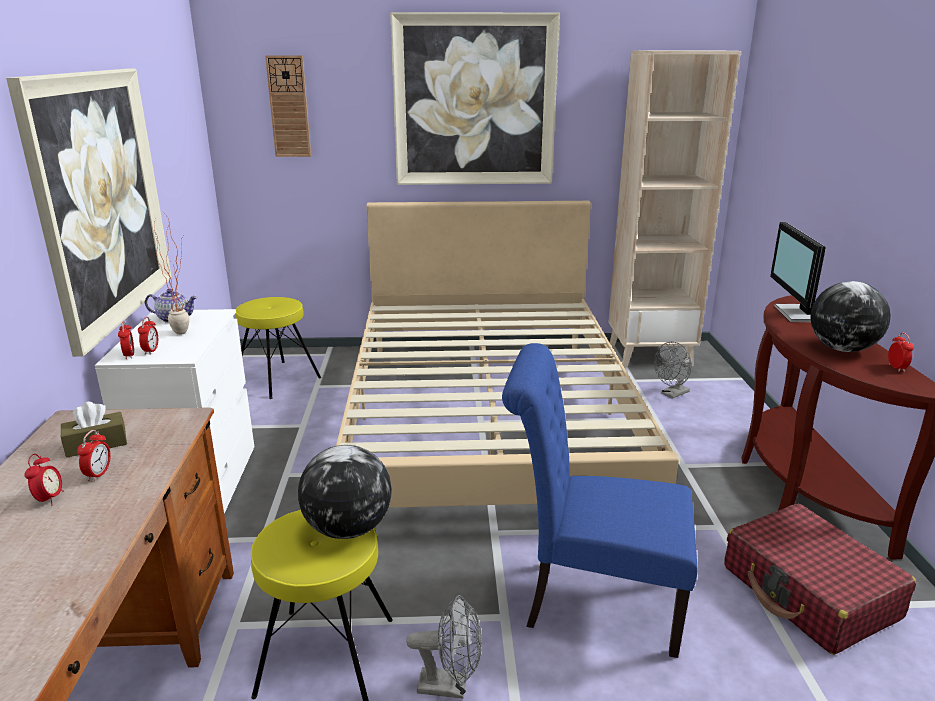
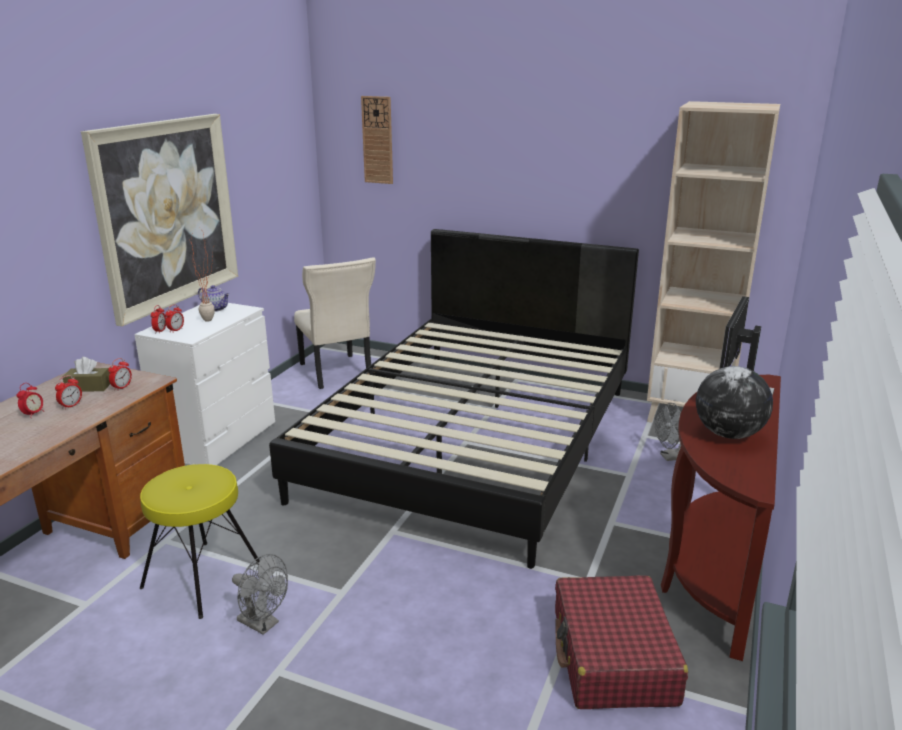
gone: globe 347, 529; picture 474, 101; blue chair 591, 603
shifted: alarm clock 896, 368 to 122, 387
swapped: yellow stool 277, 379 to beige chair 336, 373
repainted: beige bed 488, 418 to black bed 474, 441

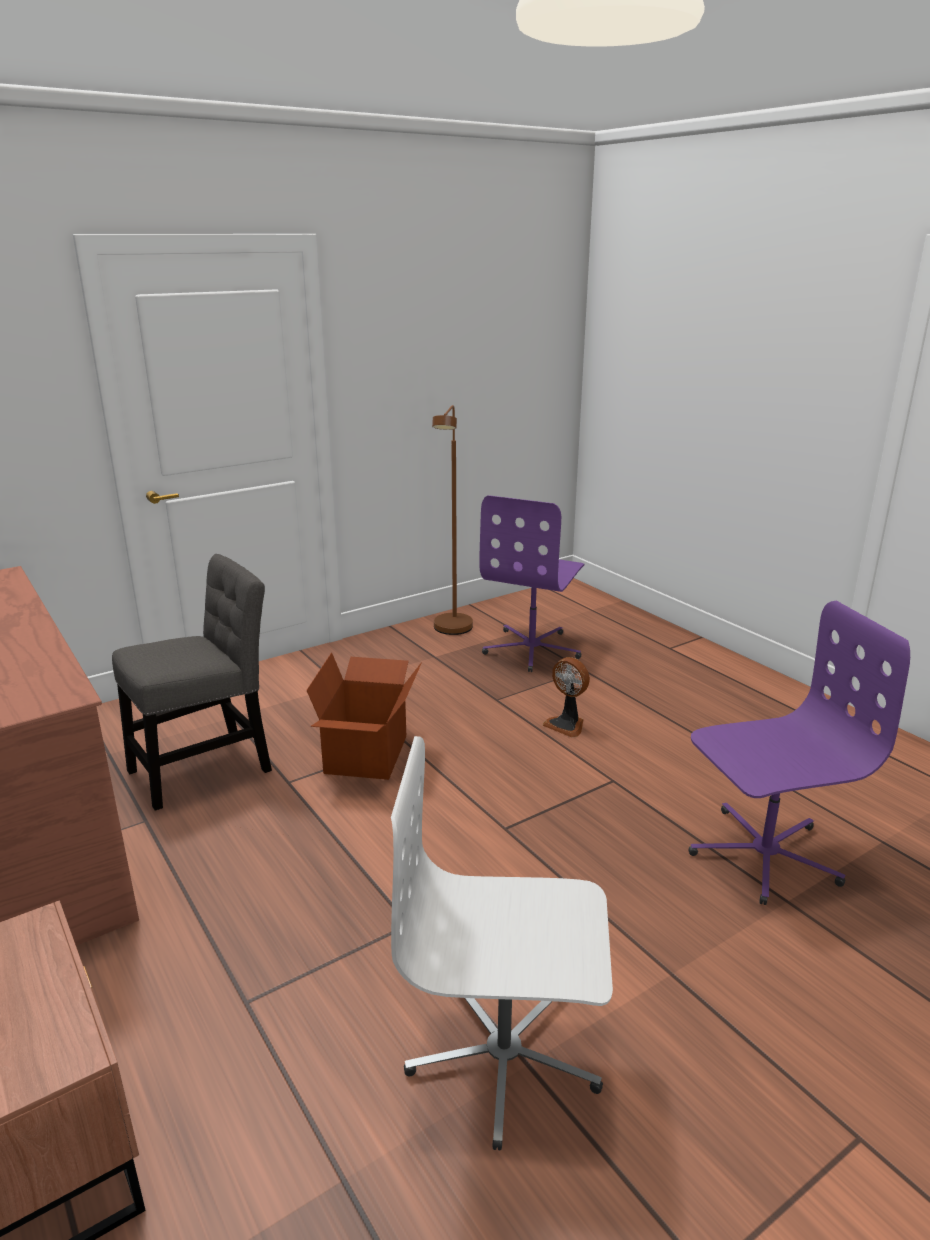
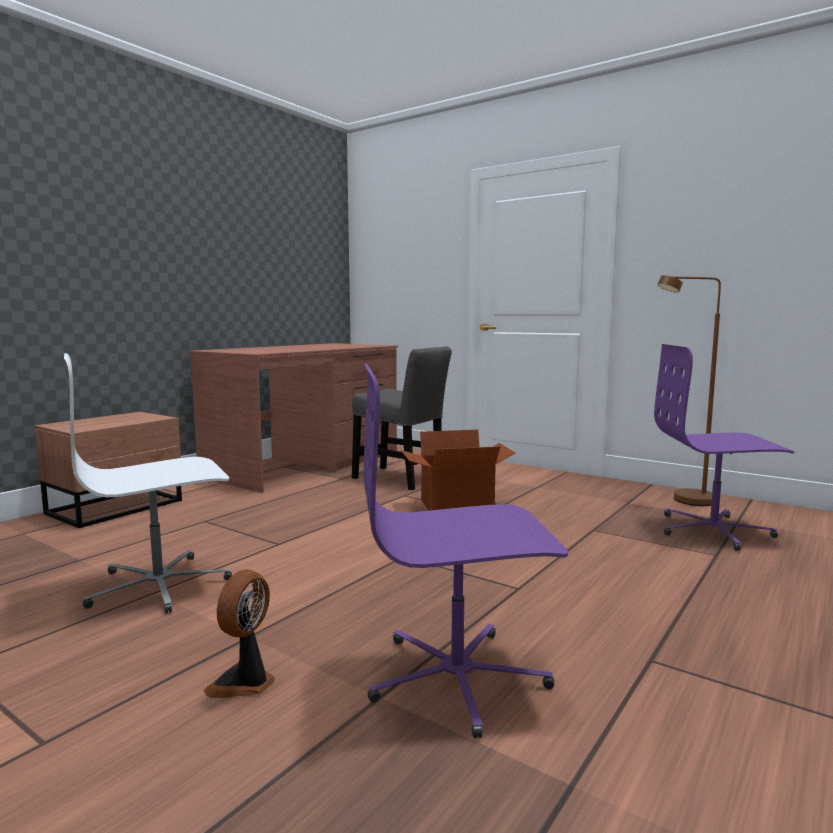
shifted: fan 567, 725 to 244, 682
rotated: white office chair 504, 1057 = 159, 585 105 degrees counterclockwise; purple office chair 763, 854 = 458, 678 120 degrees clockwise

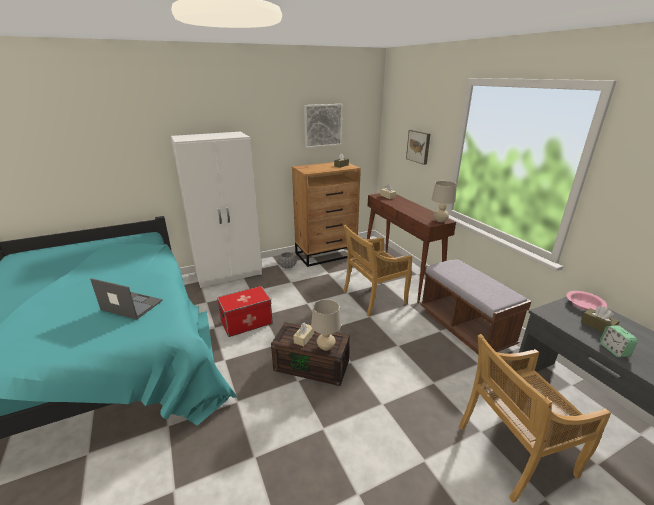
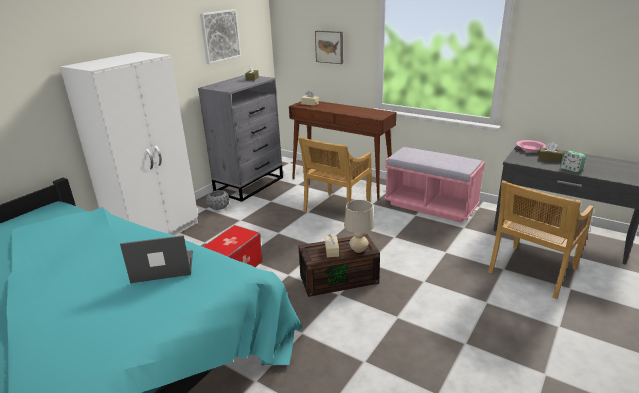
gone: beige table lamp 440, 220
repainted: brown dresser 326, 254 to grey dresser 250, 185; brown bench 464, 327 to pink bench 430, 206

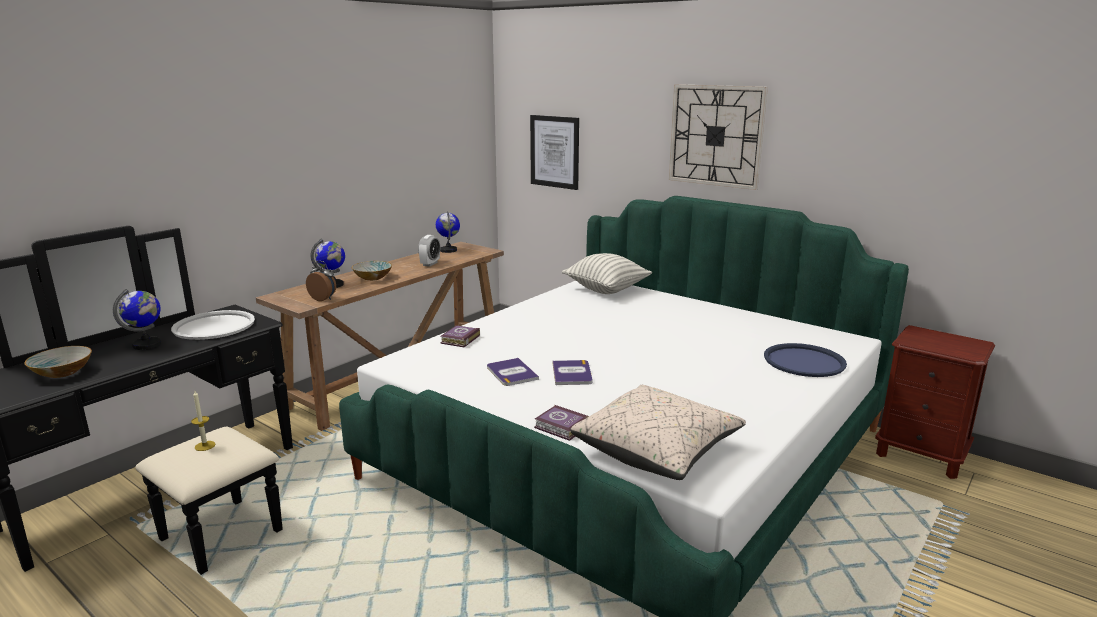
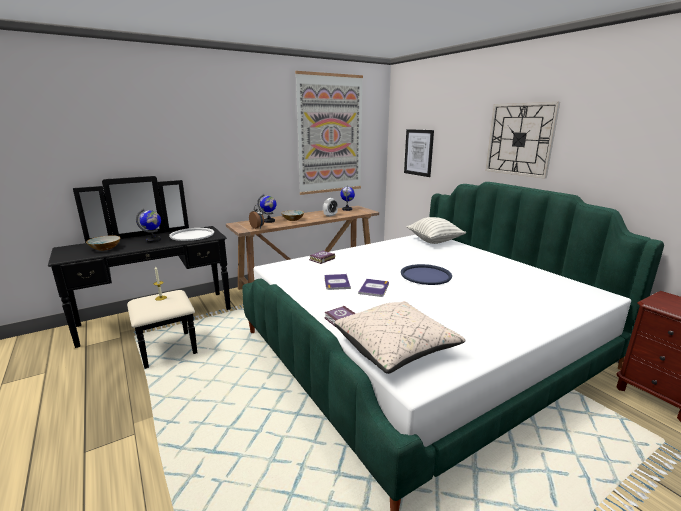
new: picture 330, 135
shifted: blue tray 804, 361 to 426, 275

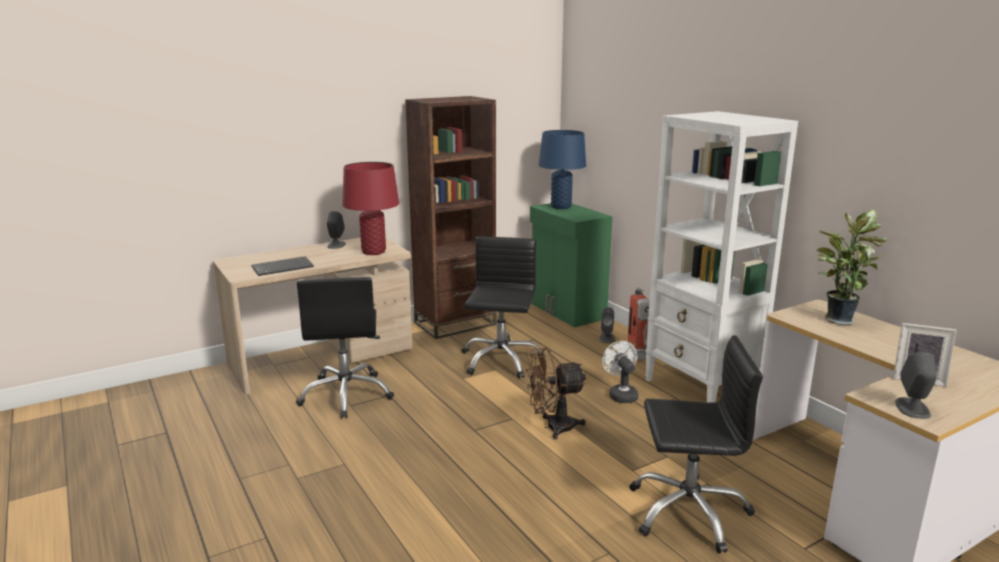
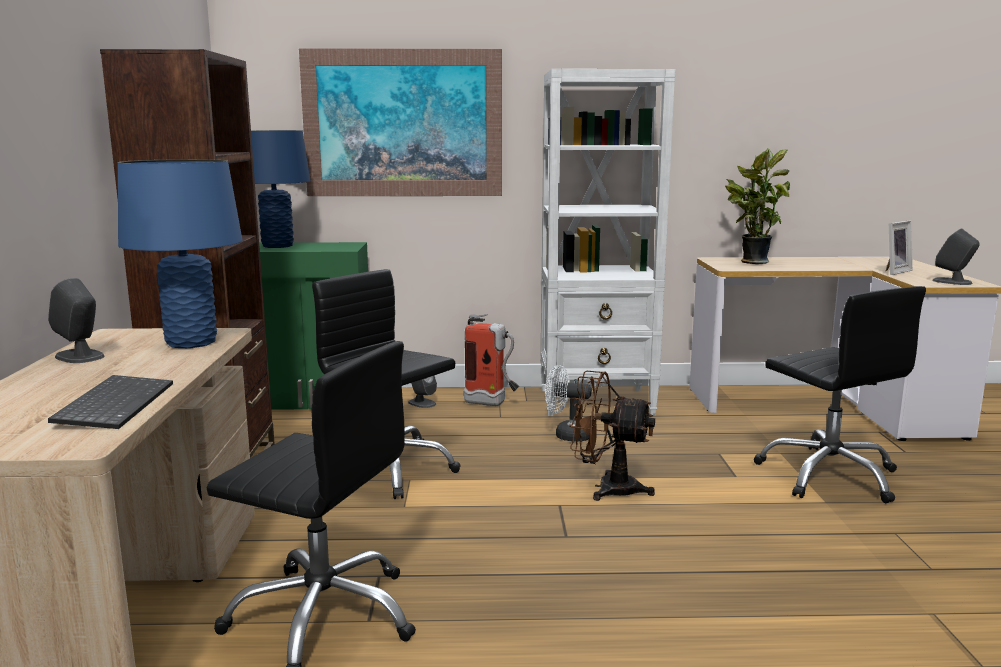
new: picture 403, 124
repainted: red table lamp 373, 252 to blue table lamp 191, 342
rotated: brown fan 553, 427 = 607, 488 90 degrees clockwise; black office chair 688, 511 = 829, 475 120 degrees clockwise

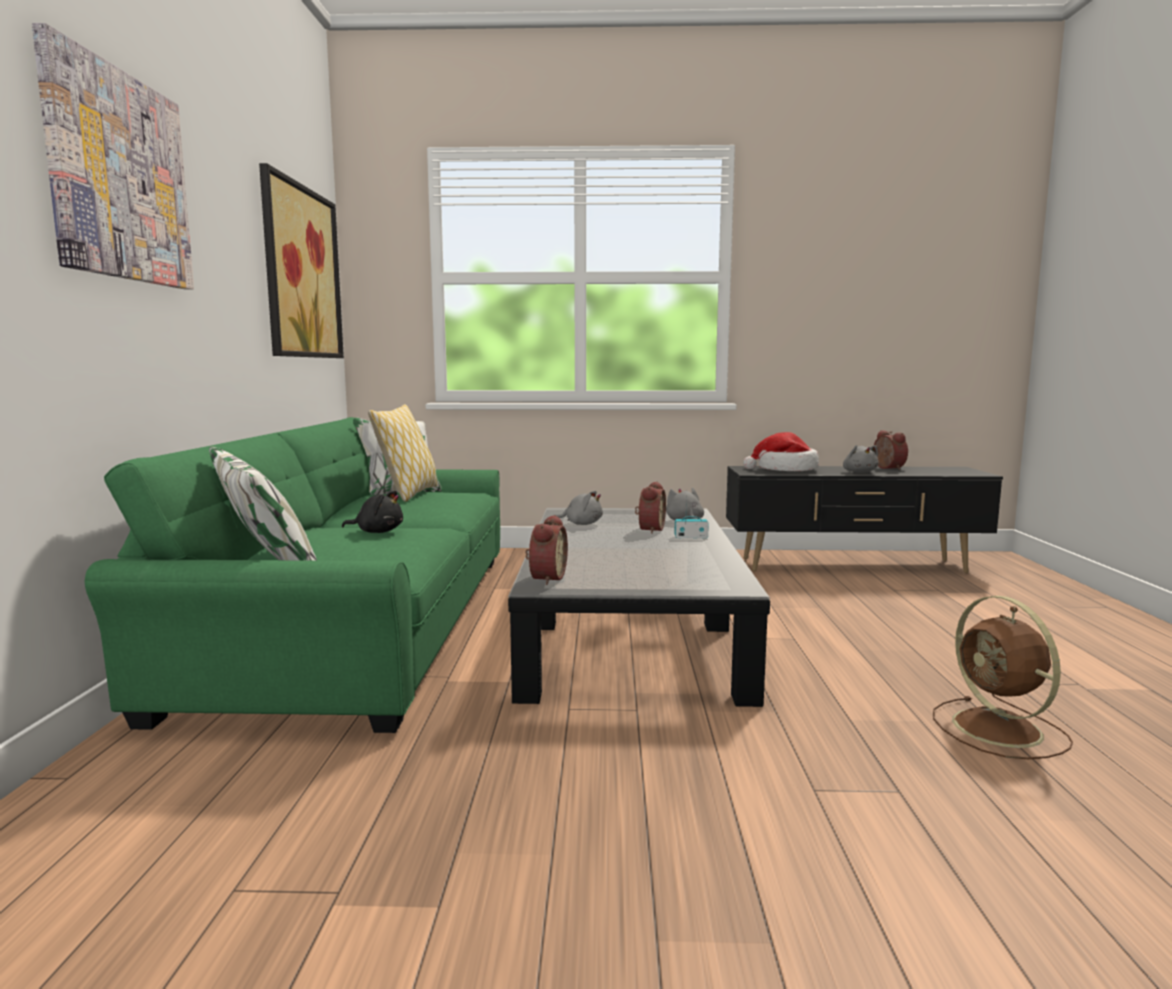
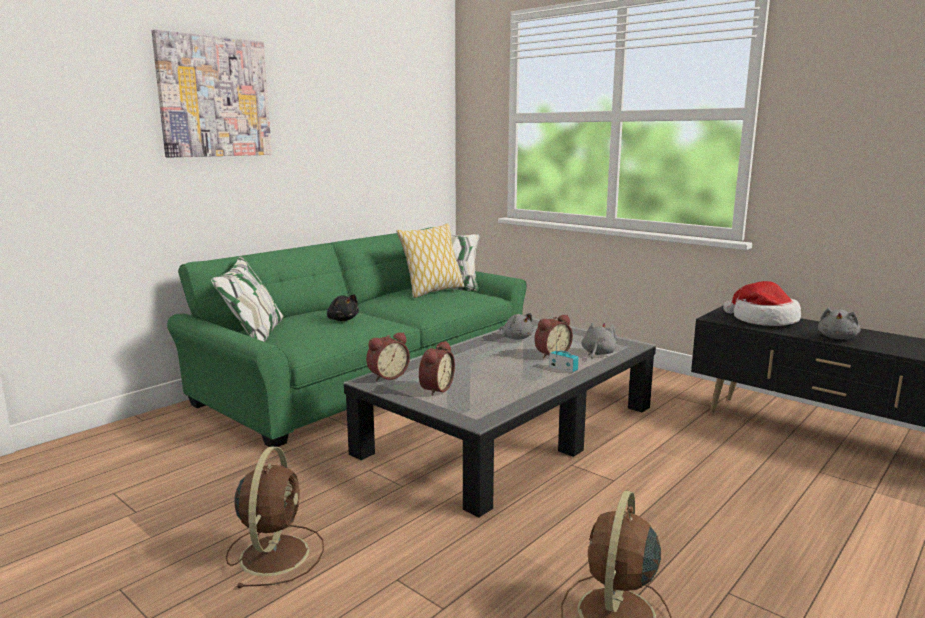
gone: picture 301, 273
new: brown fan 275, 553
shifted: alarm clock 887, 468 to 434, 389

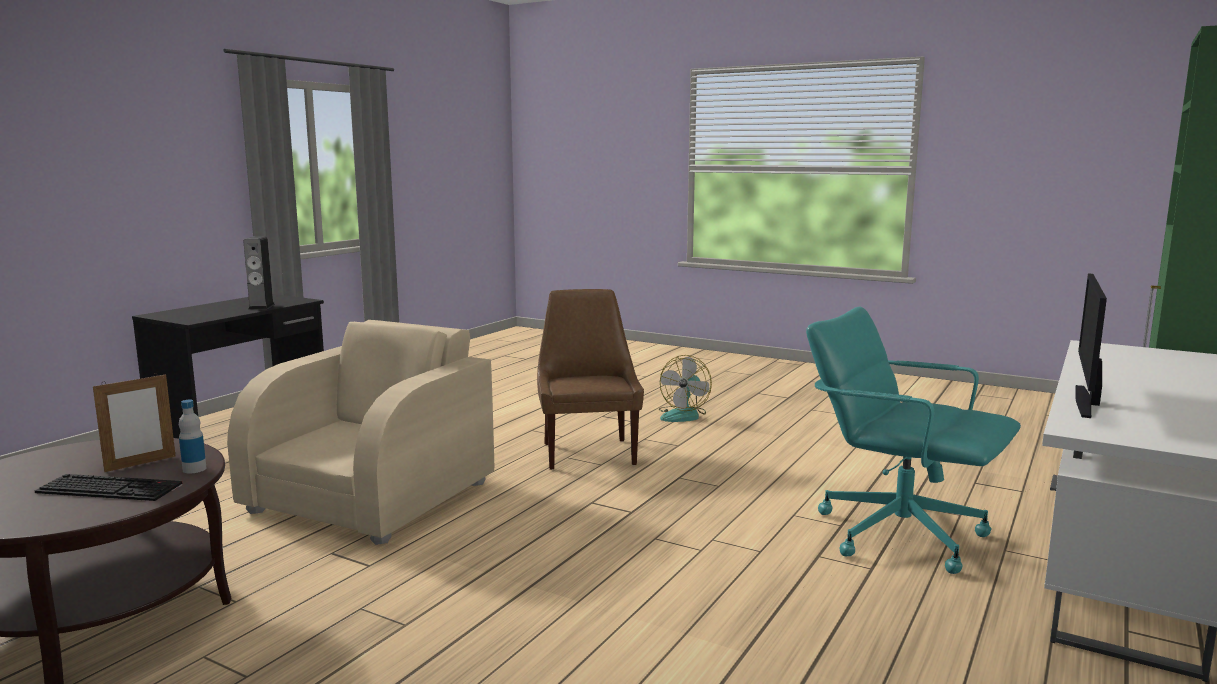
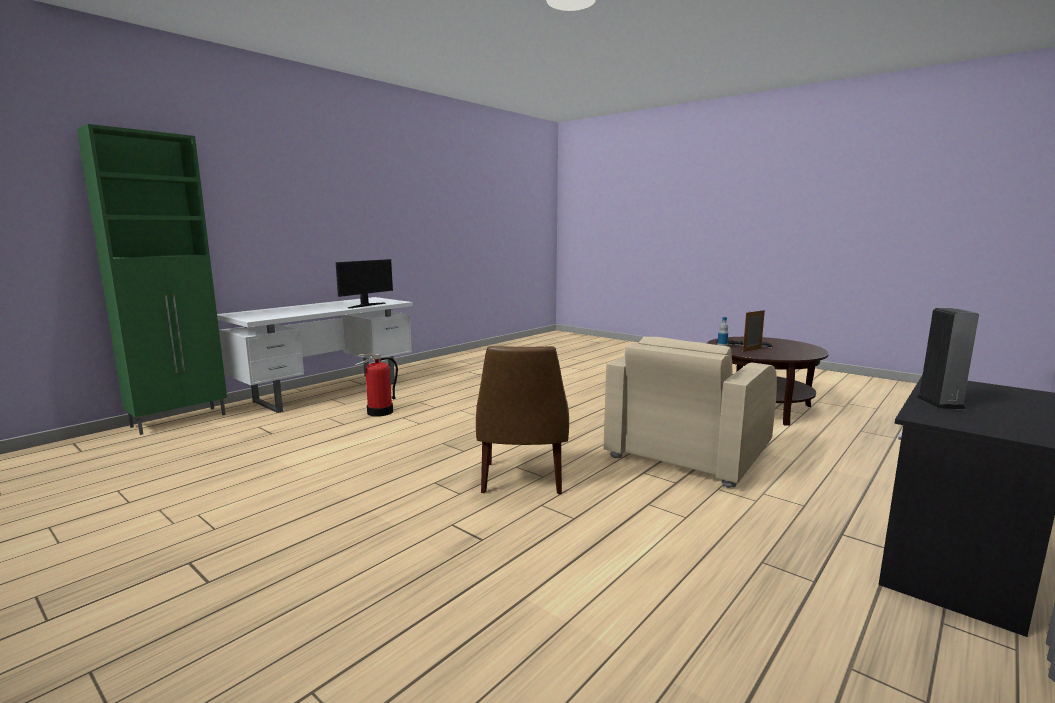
gone: fan 684, 415
swapped: turquoise office chair 898, 533 to fire extinguisher 380, 412

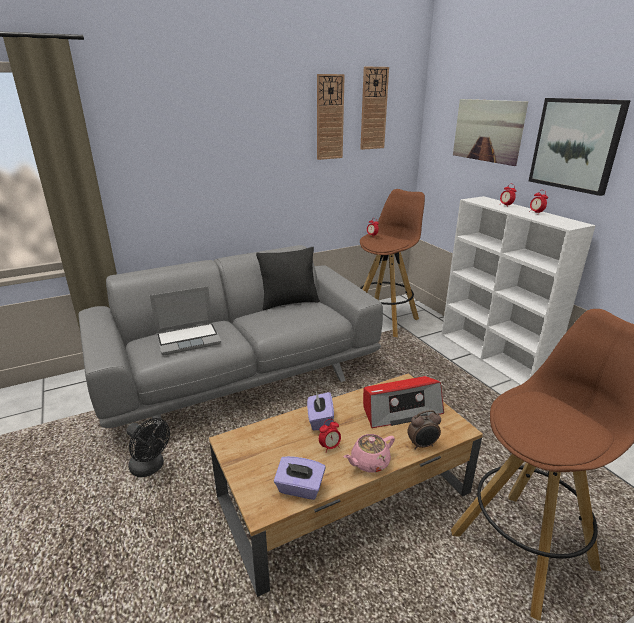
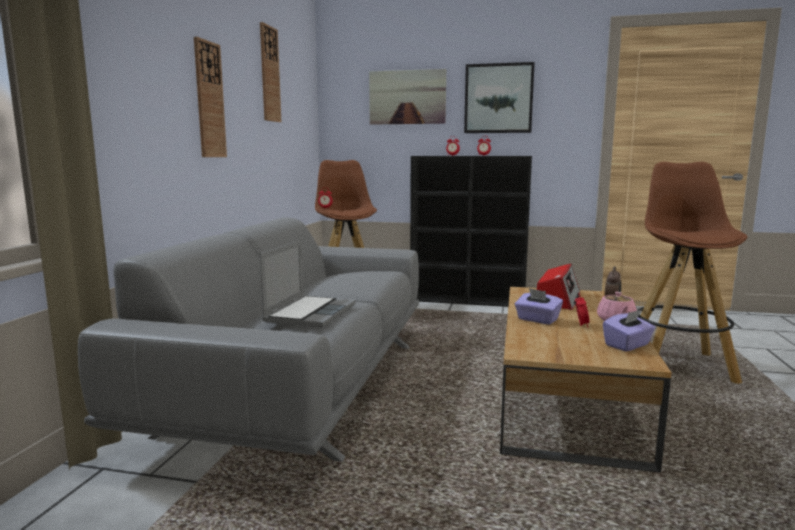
gone: black fan 150, 468; black pillow 289, 303
shifted: wall clock 373, 109 to 209, 100
repainted: white bookcase 493, 357 to black bookcase 468, 300

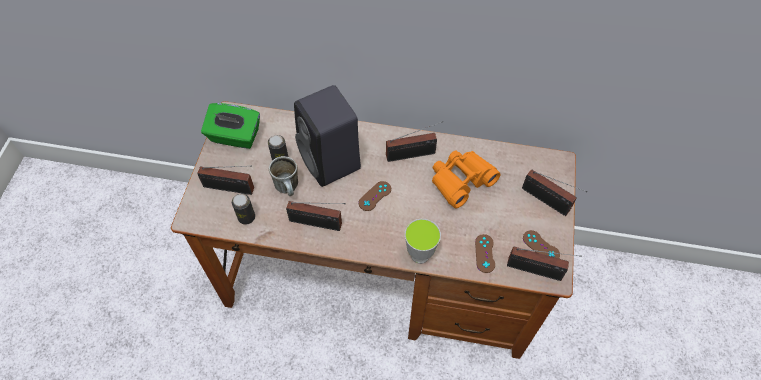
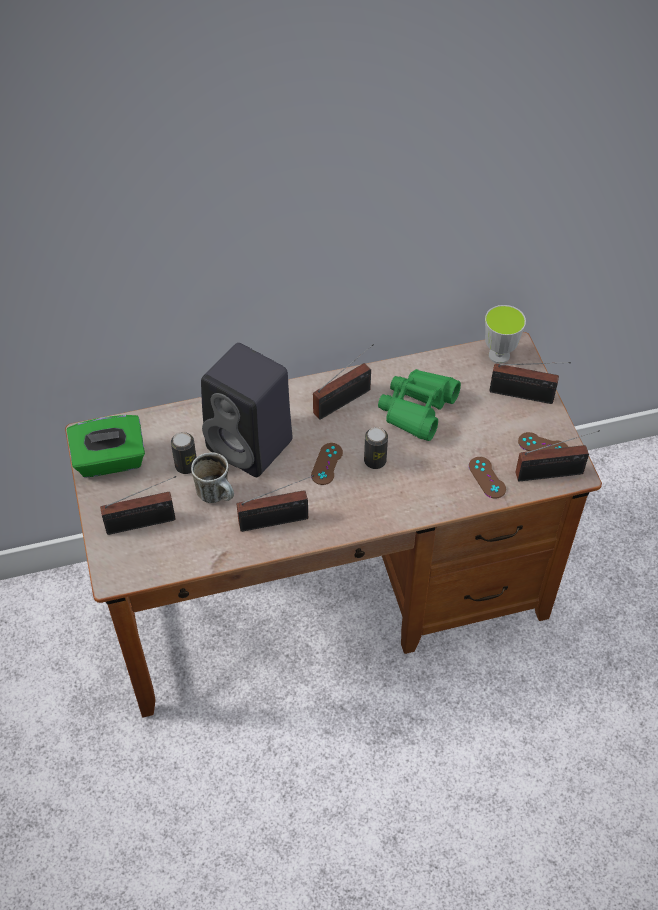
shifted: can 246, 217 to 375, 461; cup 420, 255 to 499, 355
repainted: orange binoculars 461, 180 to green binoculars 417, 409

